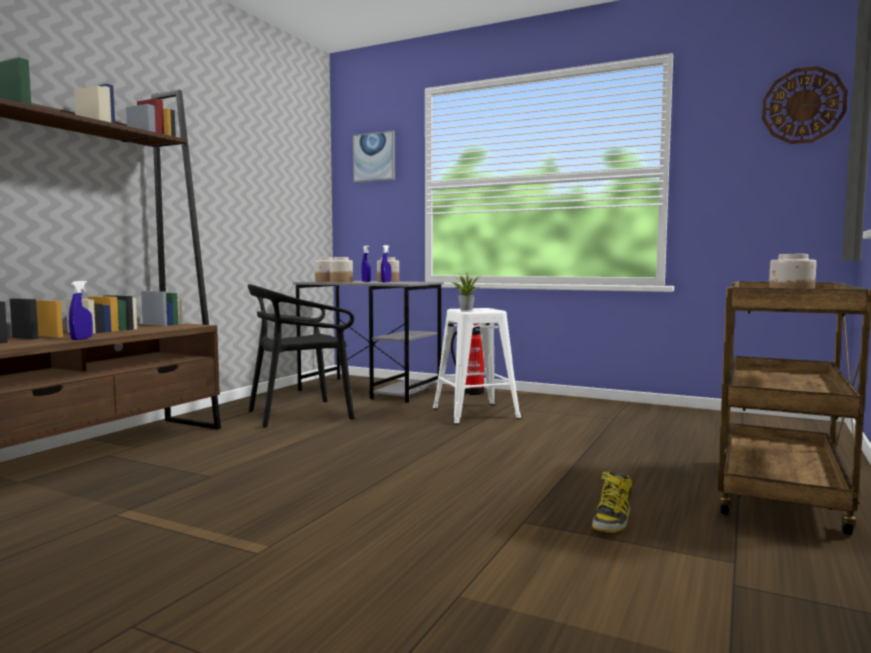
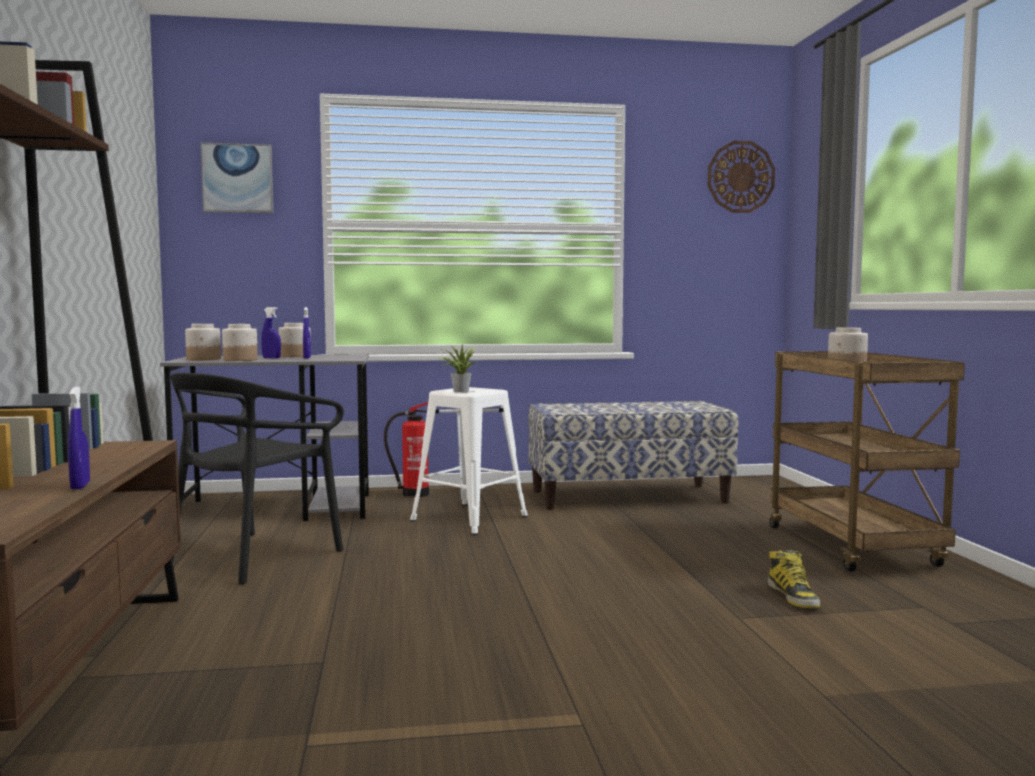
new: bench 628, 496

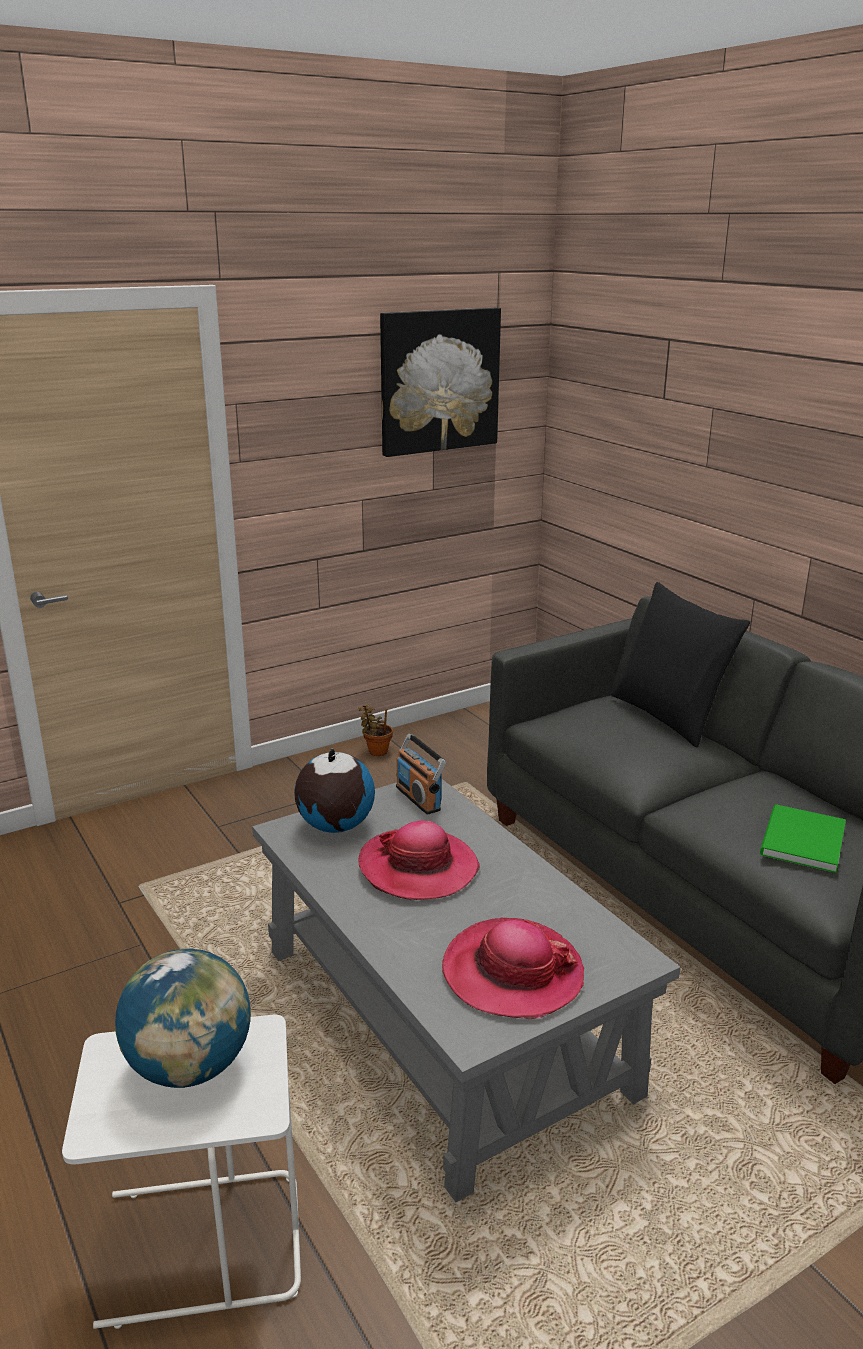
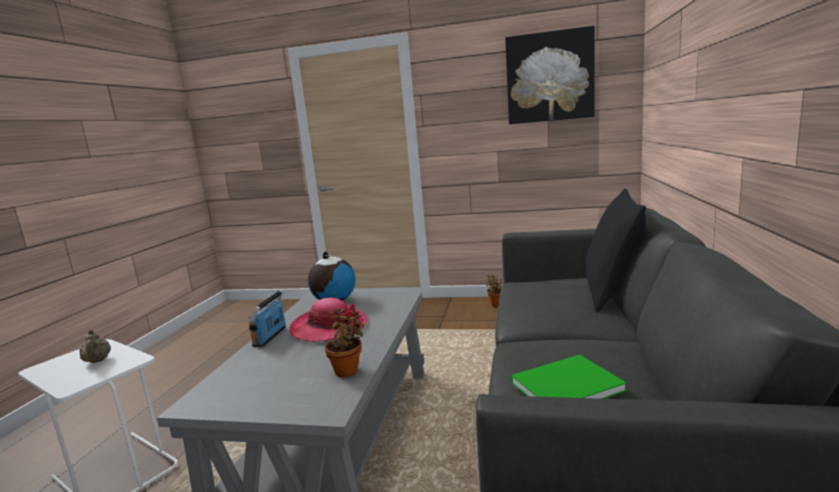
gone: hat 512, 973
new: potted plant 348, 370
shifted: radio 419, 798 to 270, 336
swapped: globe 190, 1066 to beige teapot 98, 361

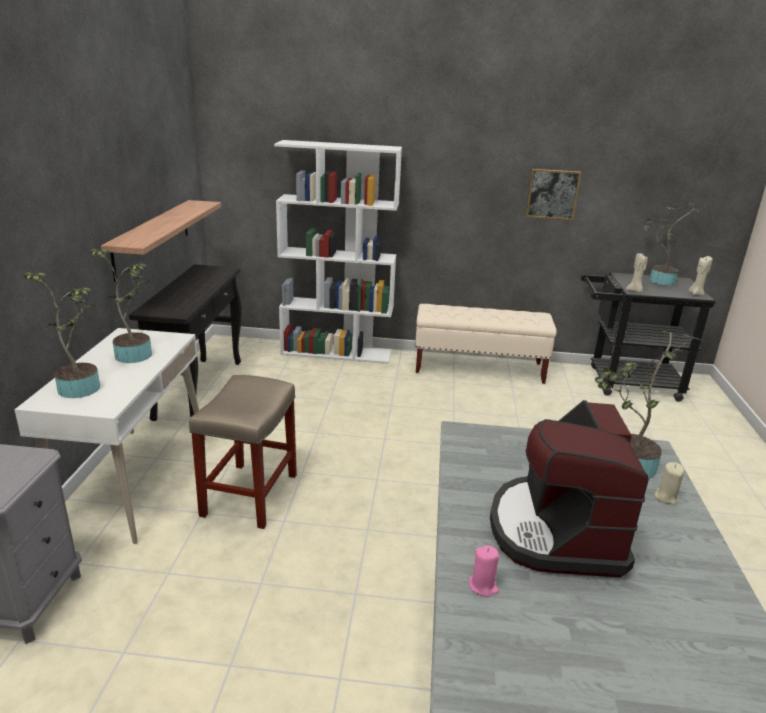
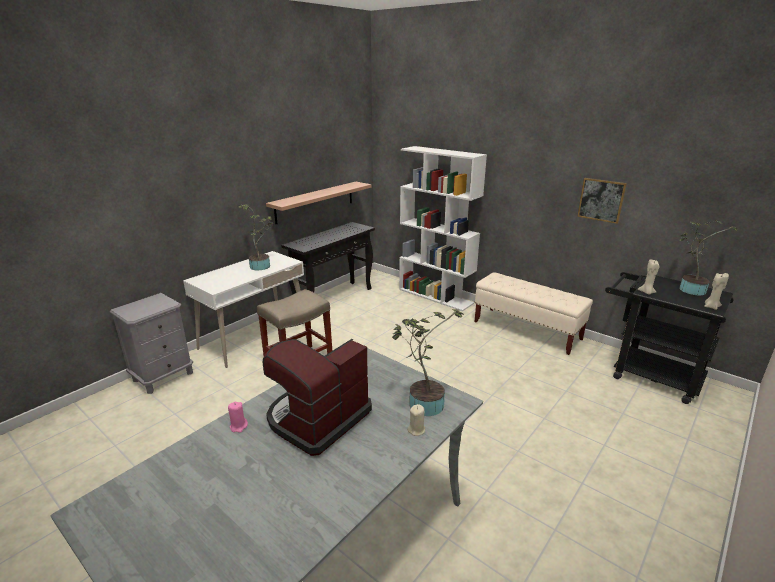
gone: potted plant 80, 386

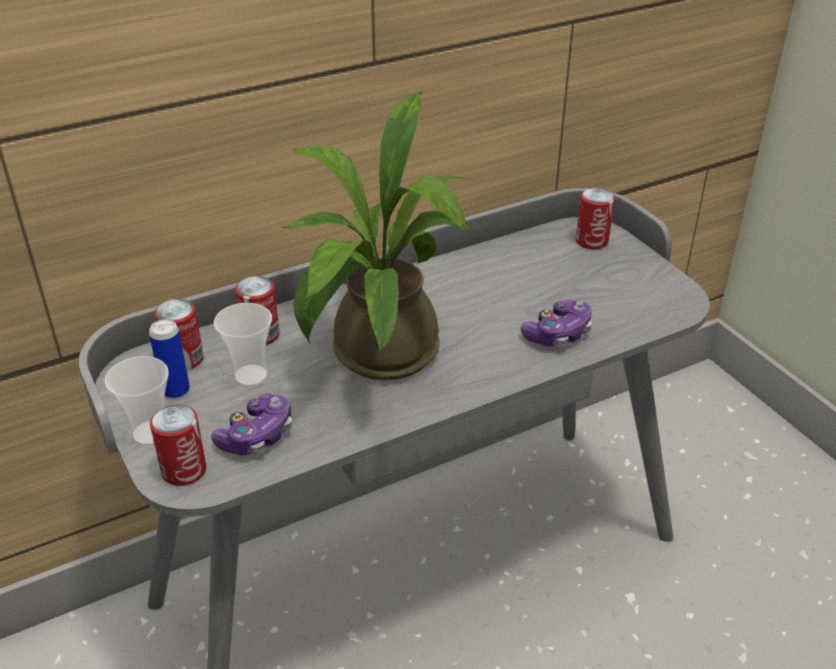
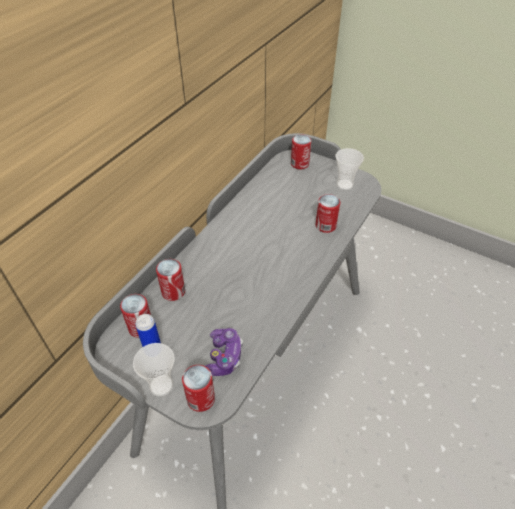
gone: potted plant 376, 358
shifted: cup 250, 376 to 344, 184
swapped: game controller 558, 334 to can 325, 225

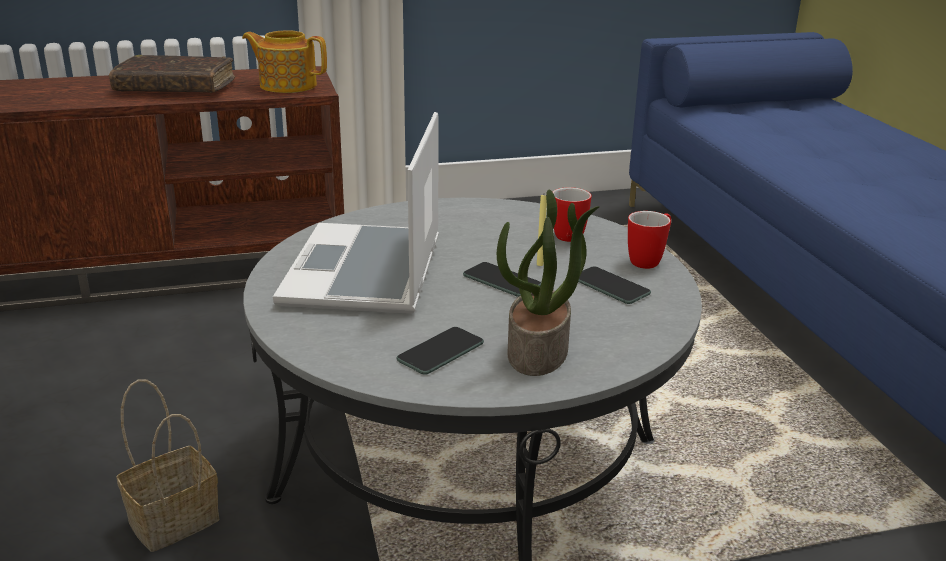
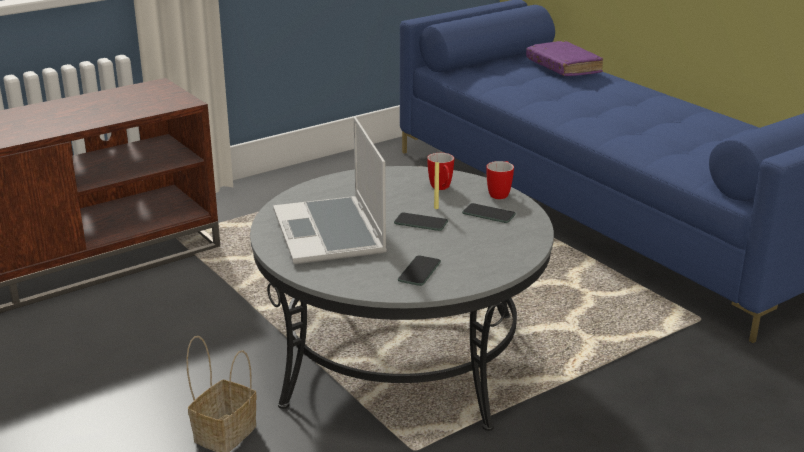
gone: brown book 175, 87; teapot 287, 85; potted plant 539, 352
new: purple book 563, 67

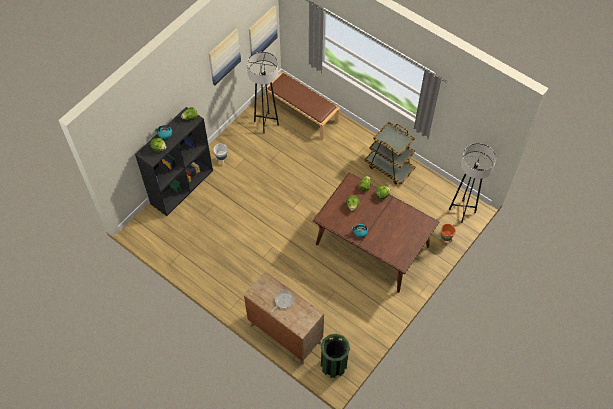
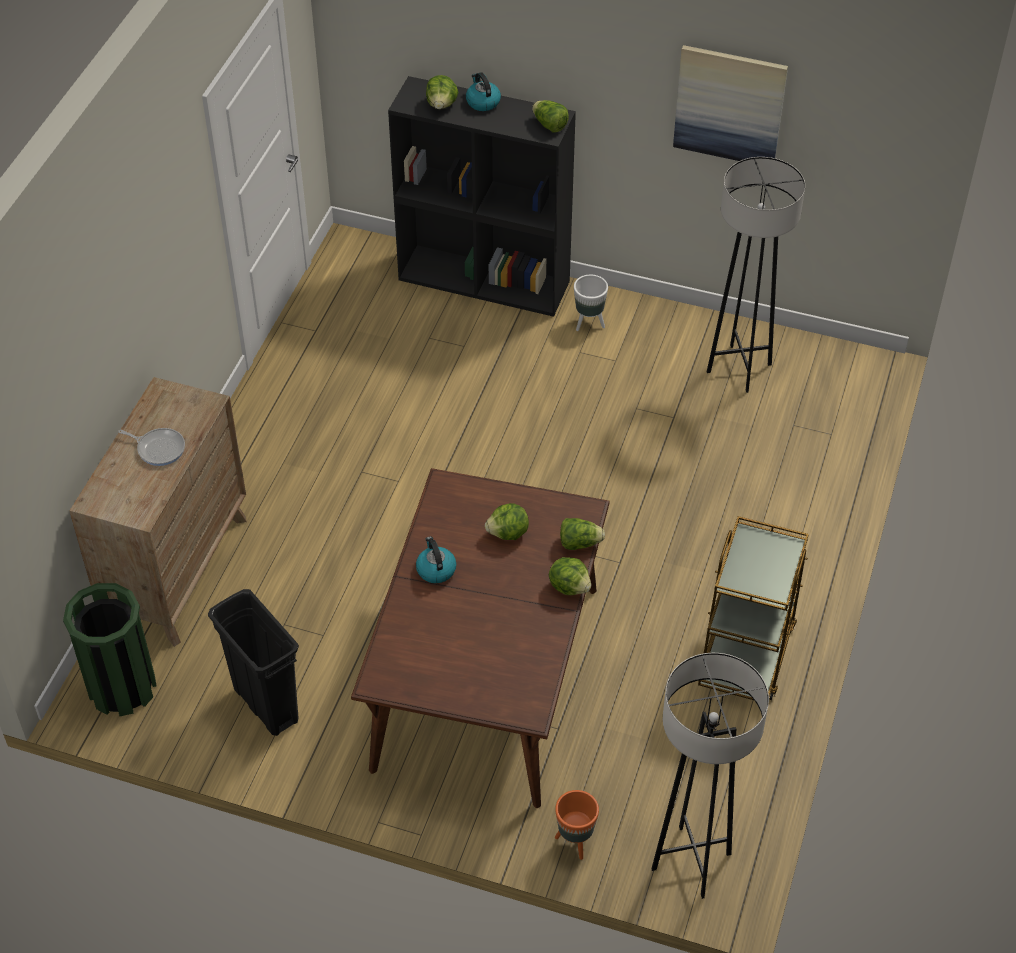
gone: picture 262, 32; brown bench 302, 112
new: black trash can 266, 705

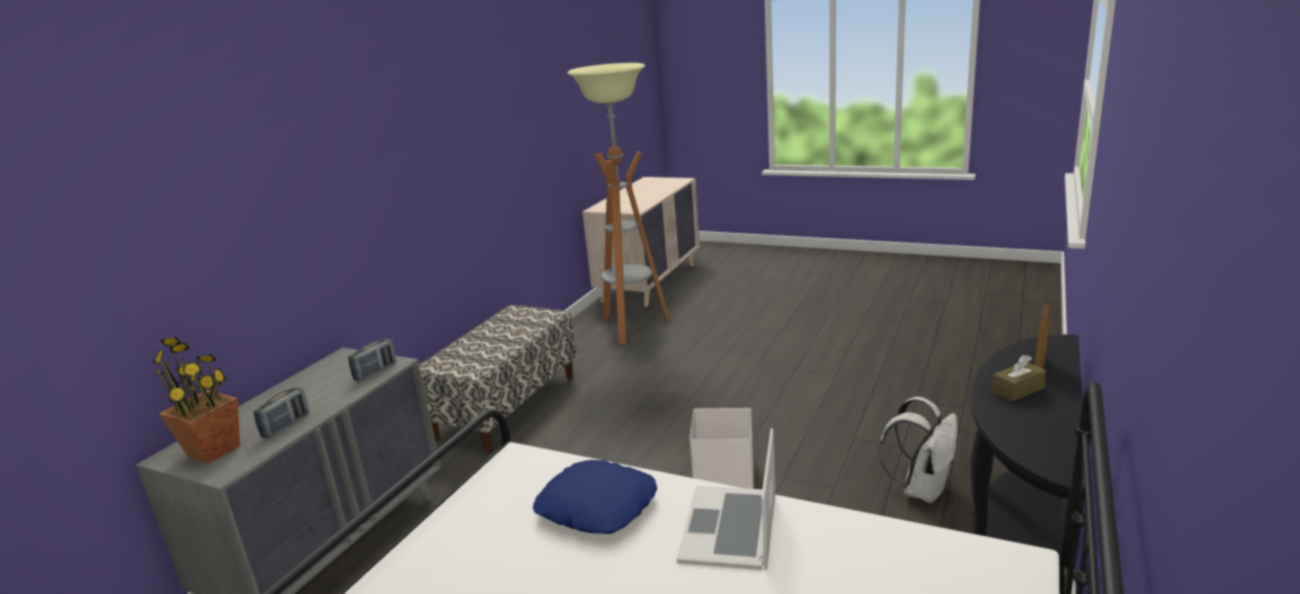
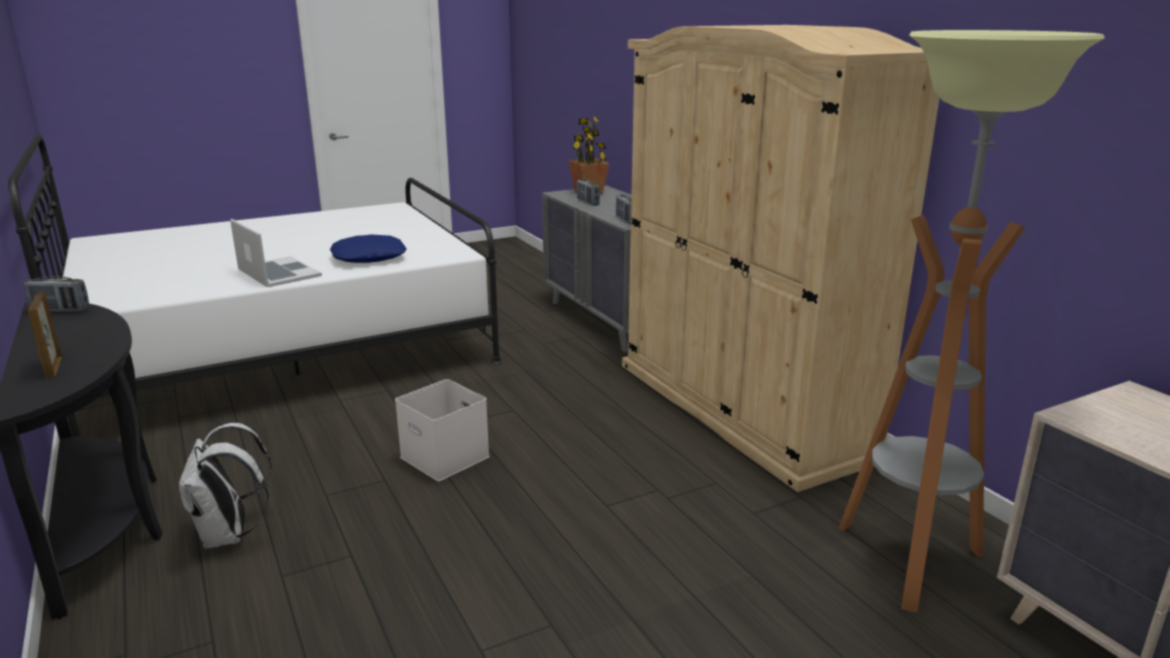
gone: brown tissue box 1017, 390
new: radio 60, 310
swapped: bench 507, 407 to beige wardrobe 741, 408

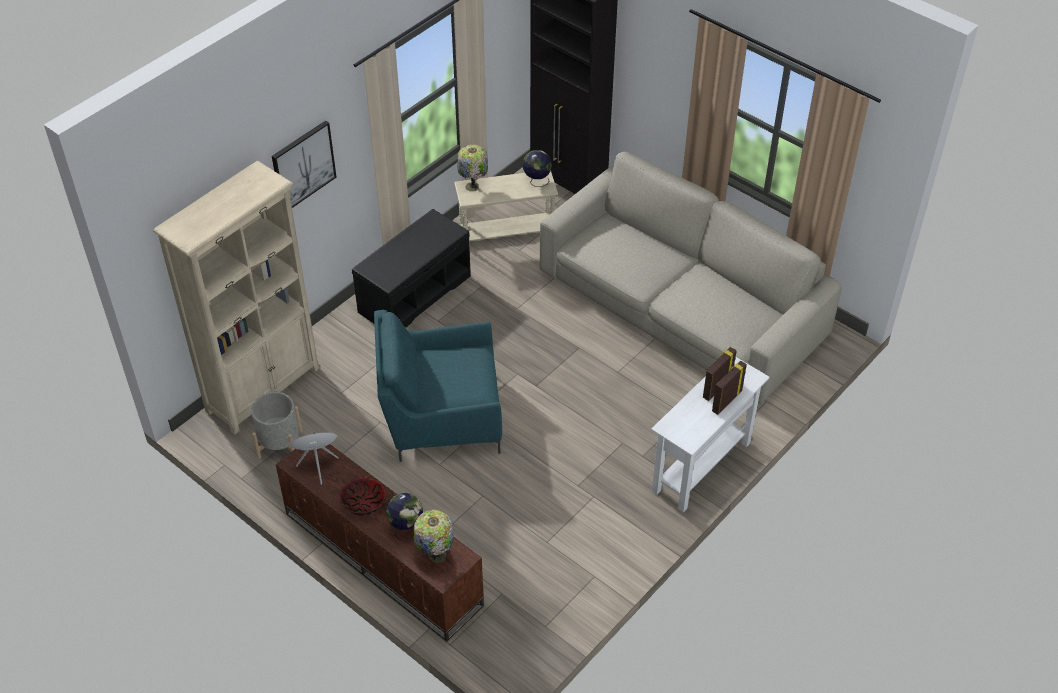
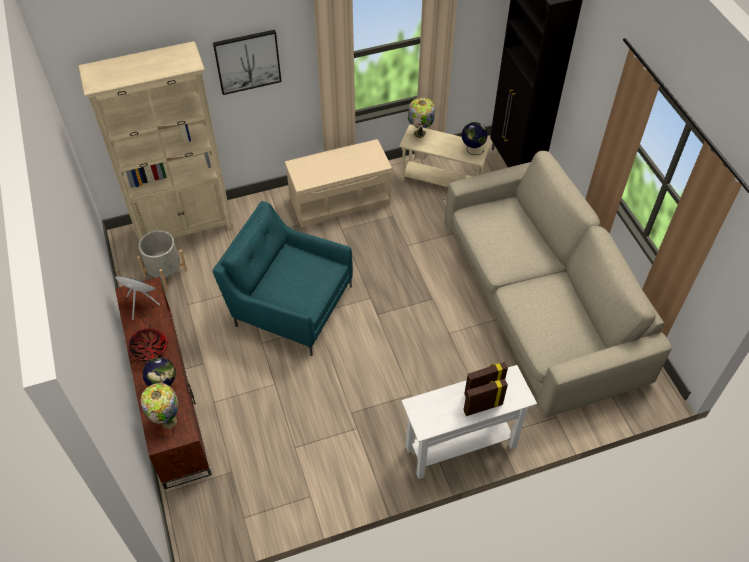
repainted: black bench 414, 293 to beige bench 340, 200

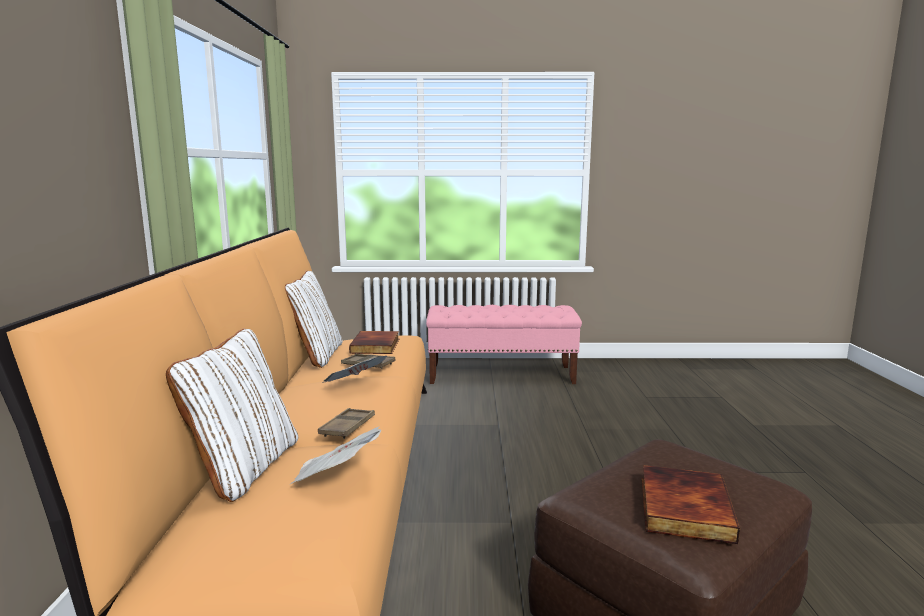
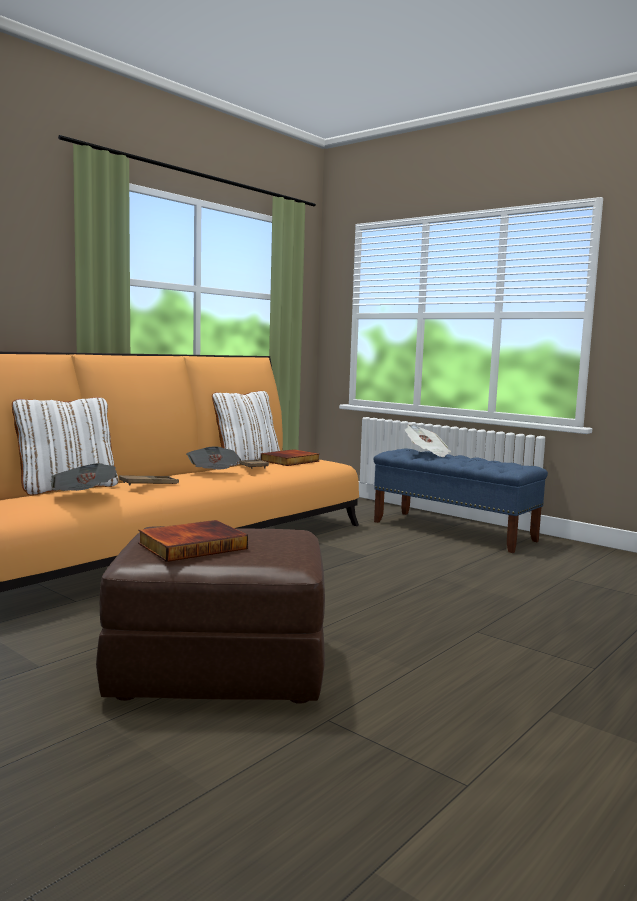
new: newspaper 427, 453
repainted: pink bench 501, 374 to blue bench 453, 531

